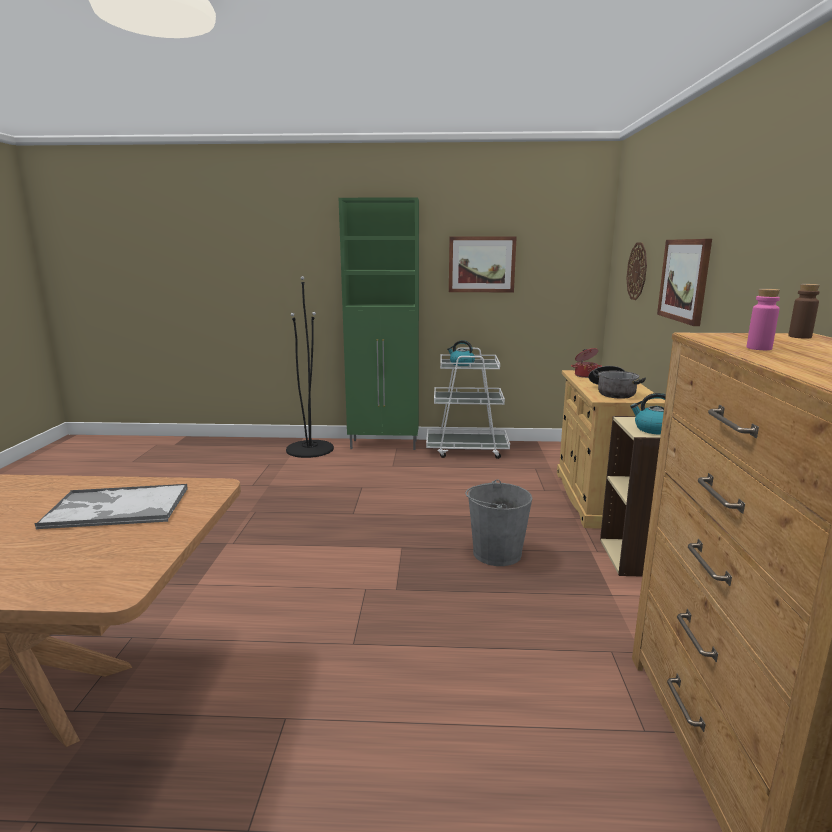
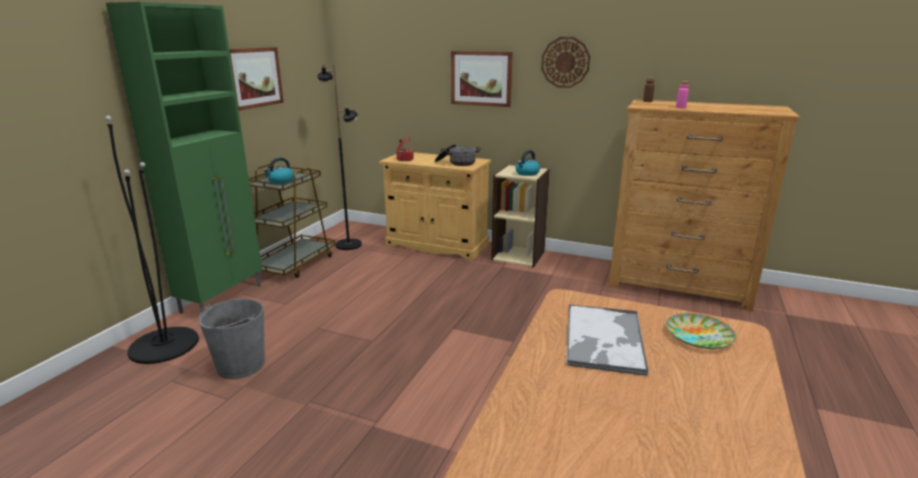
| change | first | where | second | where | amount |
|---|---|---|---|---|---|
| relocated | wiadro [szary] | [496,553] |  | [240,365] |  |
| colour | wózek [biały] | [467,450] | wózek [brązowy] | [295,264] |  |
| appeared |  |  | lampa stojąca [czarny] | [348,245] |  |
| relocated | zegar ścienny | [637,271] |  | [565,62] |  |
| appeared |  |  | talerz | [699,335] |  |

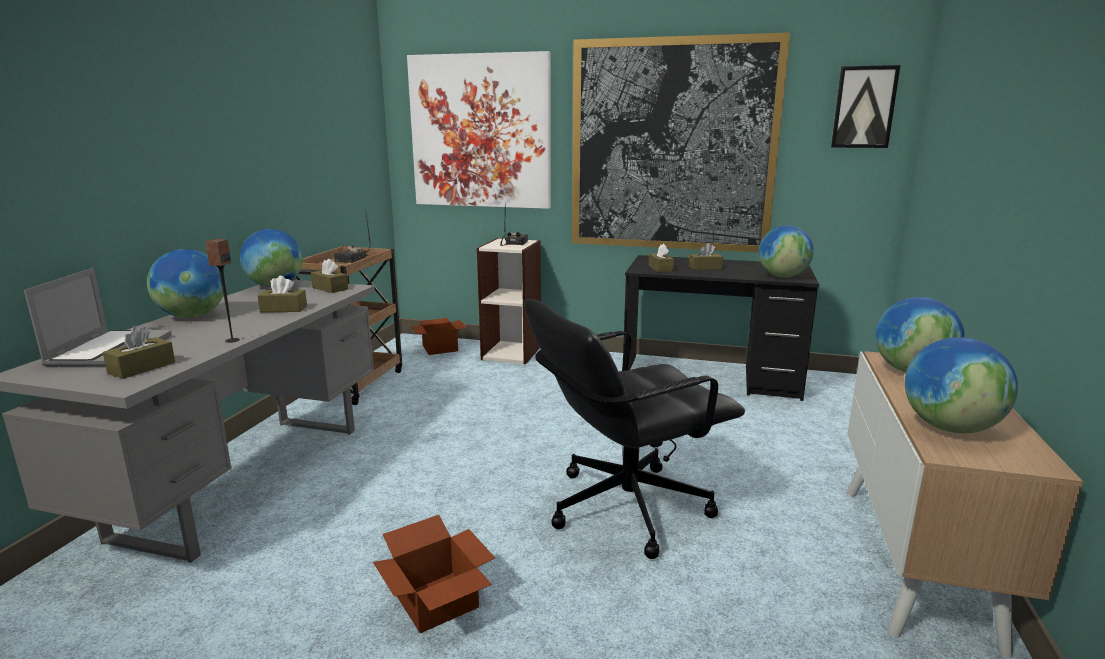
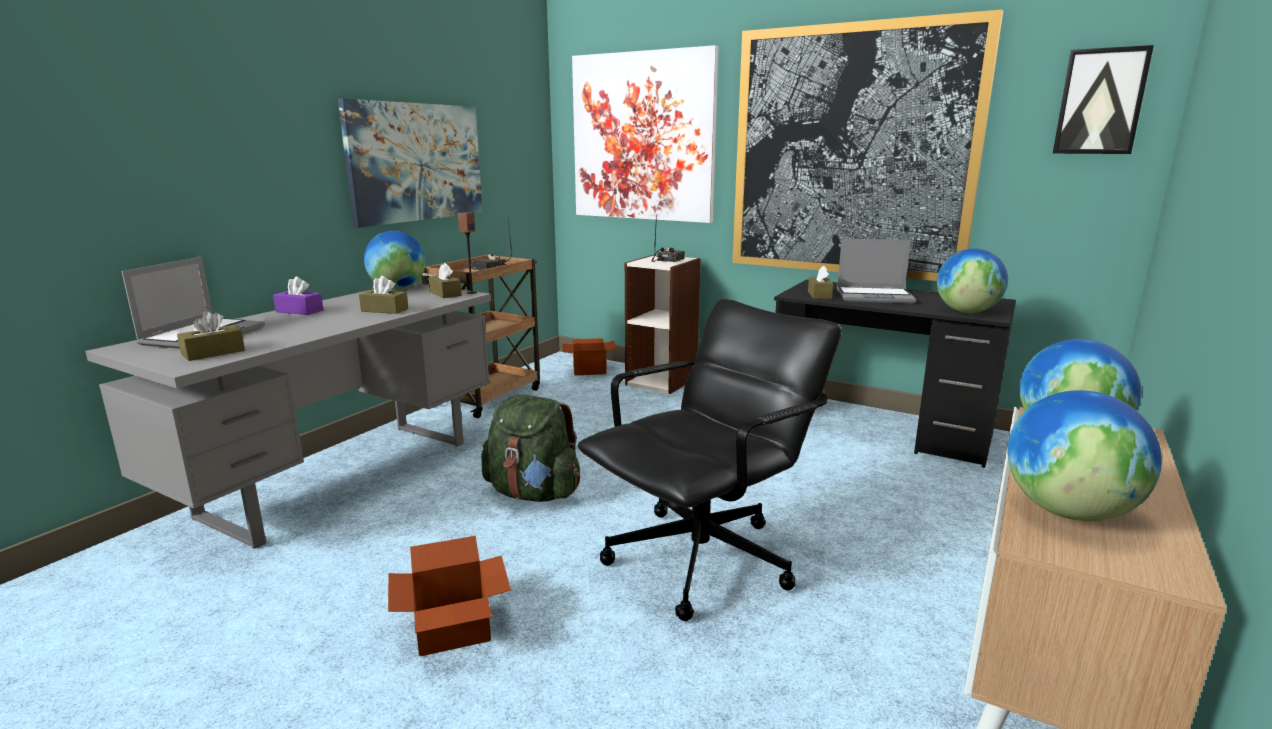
| change | first | where | second | where | amount |
|---|---|---|---|---|---|
| exchanged | globus | [192,316] | pudełko chusteczek [fioletowy] | [299,311] |  |
| appeared |  |  | obraz | [416,162] |  |
| relocated | głośnik | [232,340] |  | [471,292] |  |
| appeared |  |  | plecak [zielony] | [533,493] |  |
| spun | krzesło biurowe [czarny] | [625,506] |  | [703,560] | 150 degrees clockwise |
| exchanged | pudełko chusteczek [brązowy] | [705,268] | laptop | [875,297] |  |

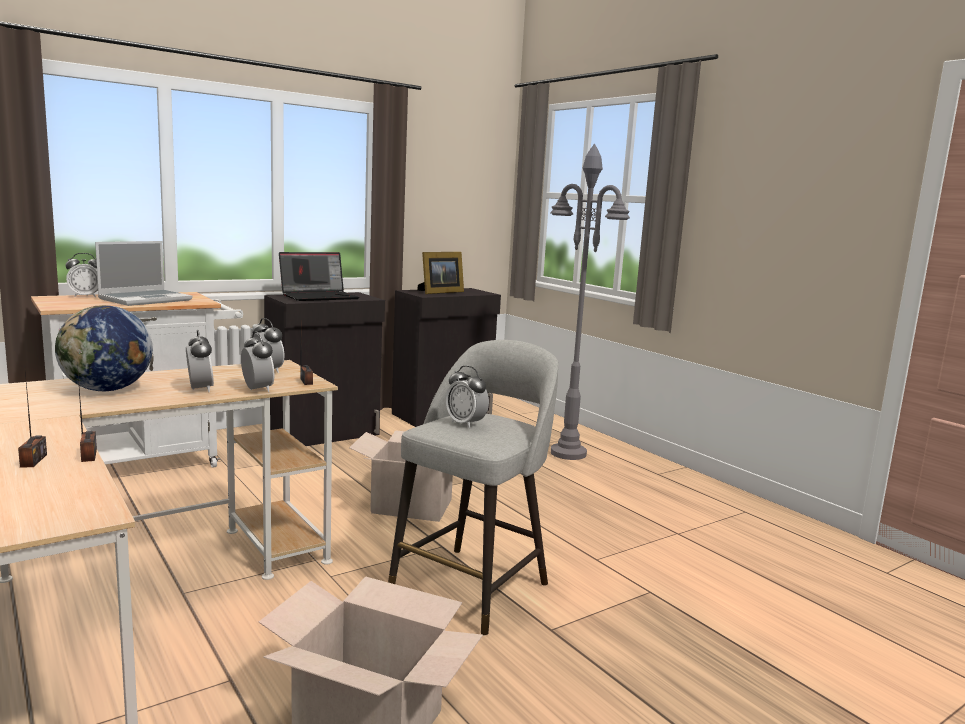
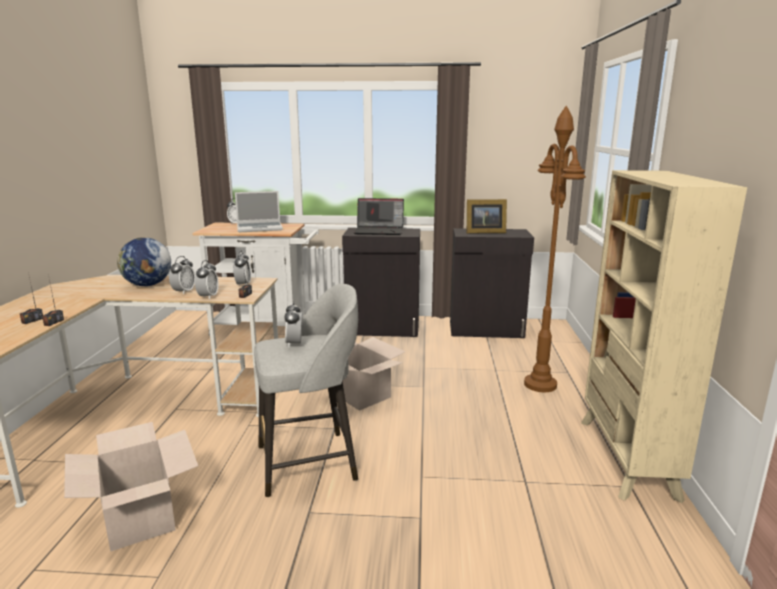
| change | first | where | second | where | amount |
|---|---|---|---|---|---|
| colour | lampa stojąca [szary] | [569,453] | lampa stojąca [brązowy] | [540,385] |  |
| appeared |  |  | regał [beżowy] | [626,458] |  |

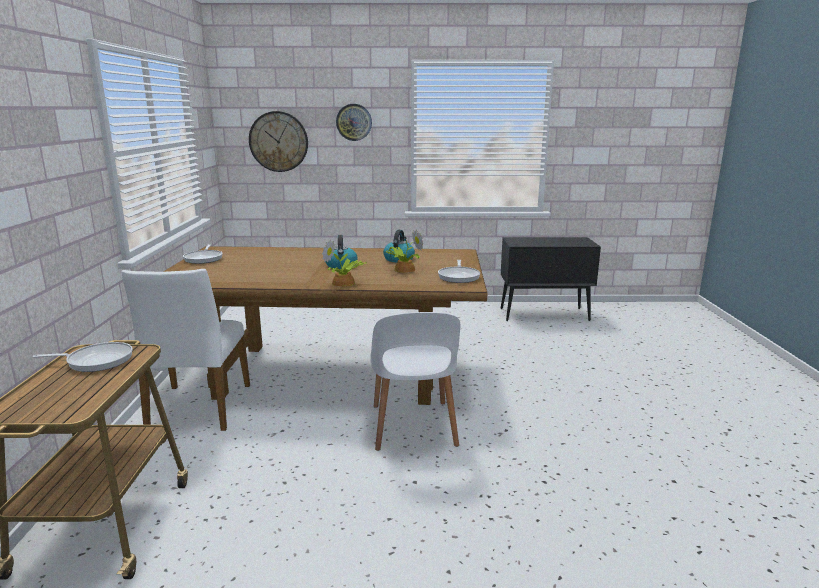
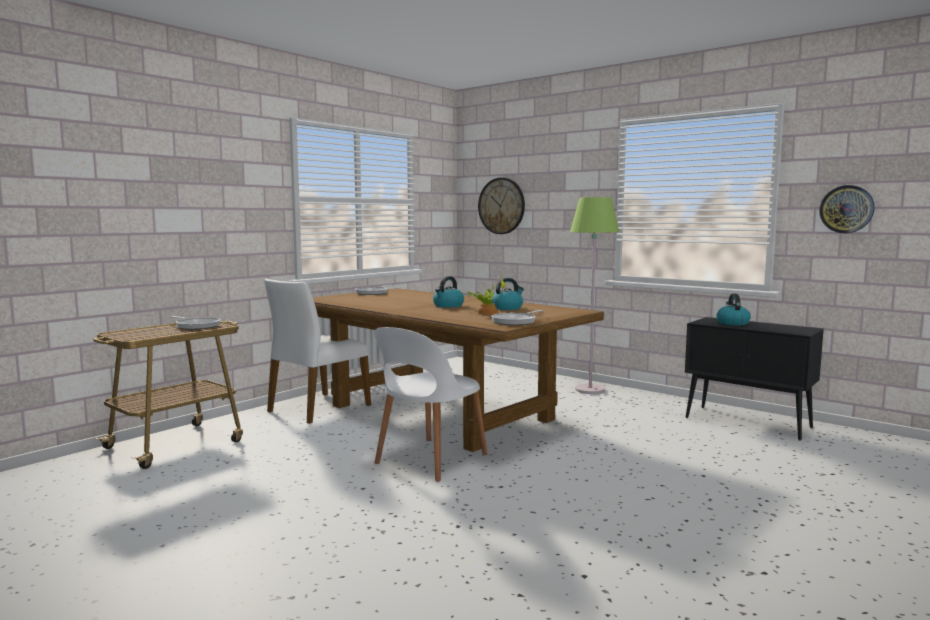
| change | first | where | second | where | amount |
|---|---|---|---|---|---|
| appeared |  |  | lampa stojąca [zielony] | [589,390] |  |
| appeared |  |  | czajnik | [732,323] |  |
| relocated | zegar ścienny | [354,122] |  | [846,209] |  |
| missing | roślina doniczkowa | [344,283] |  |  |  |

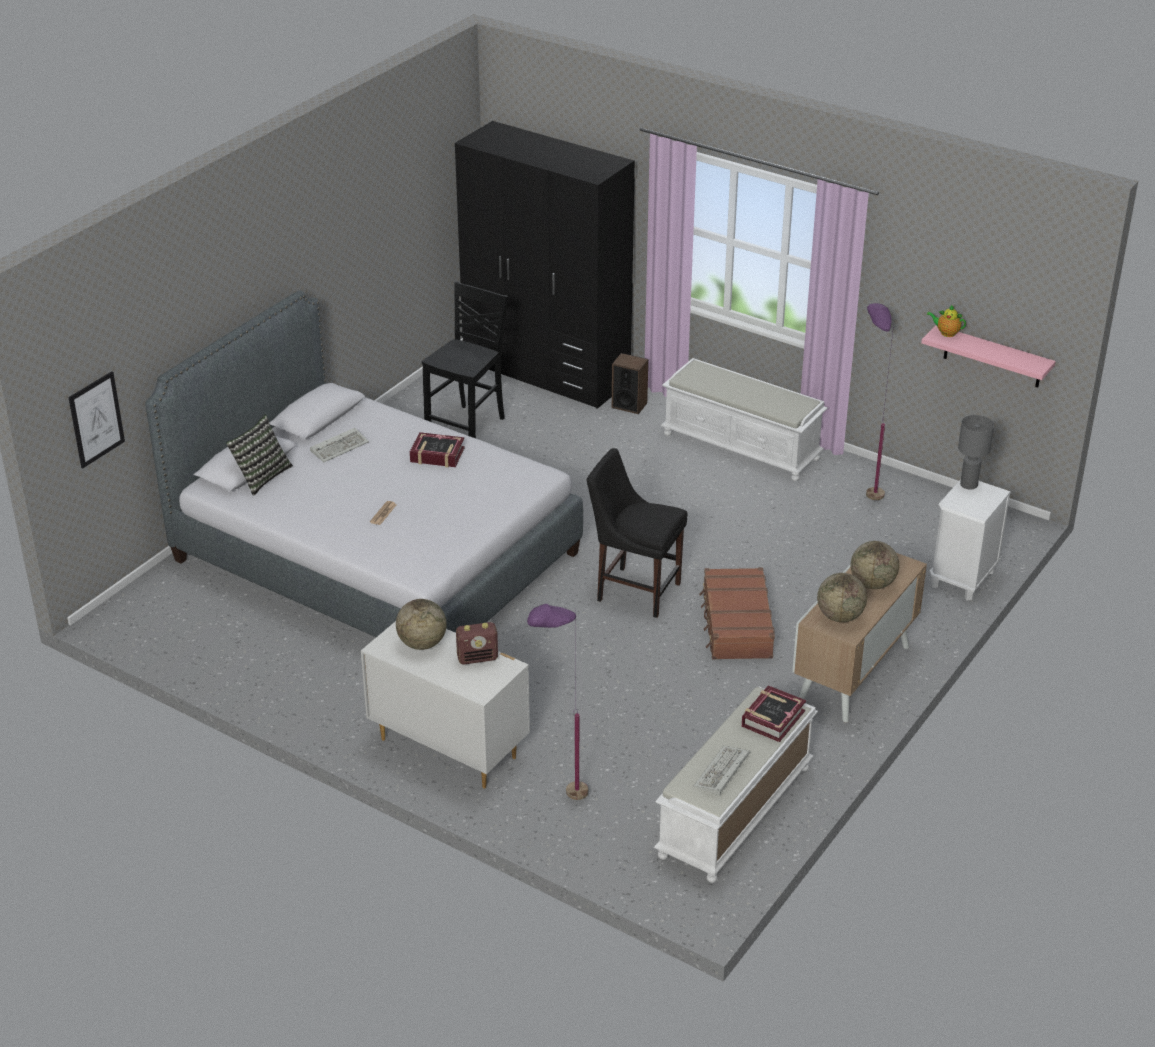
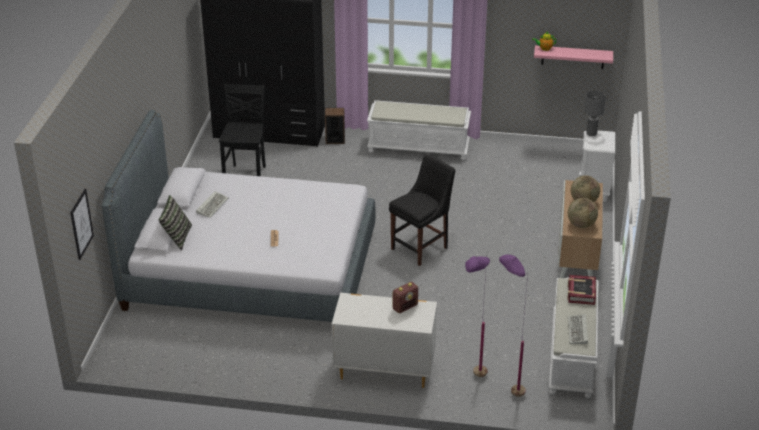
| change | first | where | second | where | amount |
|---|---|---|---|---|---|
| spun | krzesło [czarny] | [635,590] |  | [421,247] | 135 degrees clockwise |
| relocated | lampa stojąca [fioletowy] | [866,491] |  | [507,389] |  |
| missing | globus | [422,643] |  |  |  |
| missing | książka | [437,455] |  |  |  |
| missing | walizka [brązowy] | [736,624] |  |  |  |

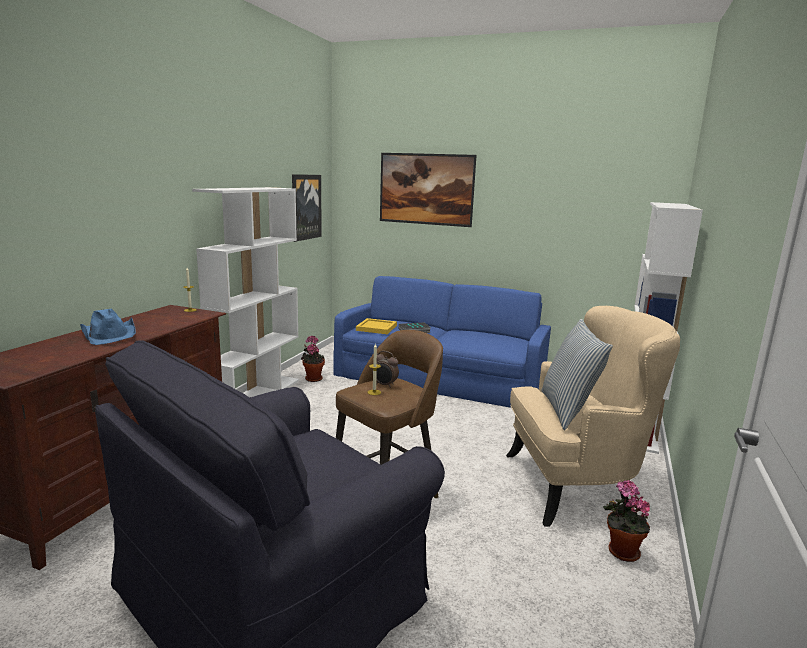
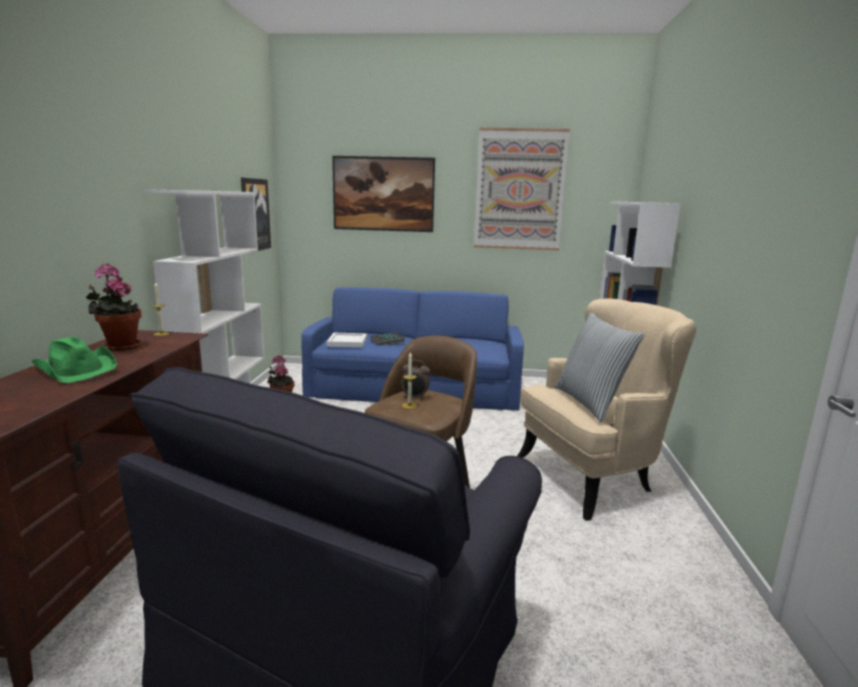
| change | first | where | second | where | amount |
|---|---|---|---|---|---|
| colour | kapelusz [niebieski] | [110,334] | kapelusz [zielony] | [77,369] |  |
| relocated | roślina doniczkowa | [620,551] |  | [120,346] |  |
| colour | taca [żółty] | [377,328] | taca [biały] | [347,342] |  |
| appeared |  |  | obraz | [519,190] |  |

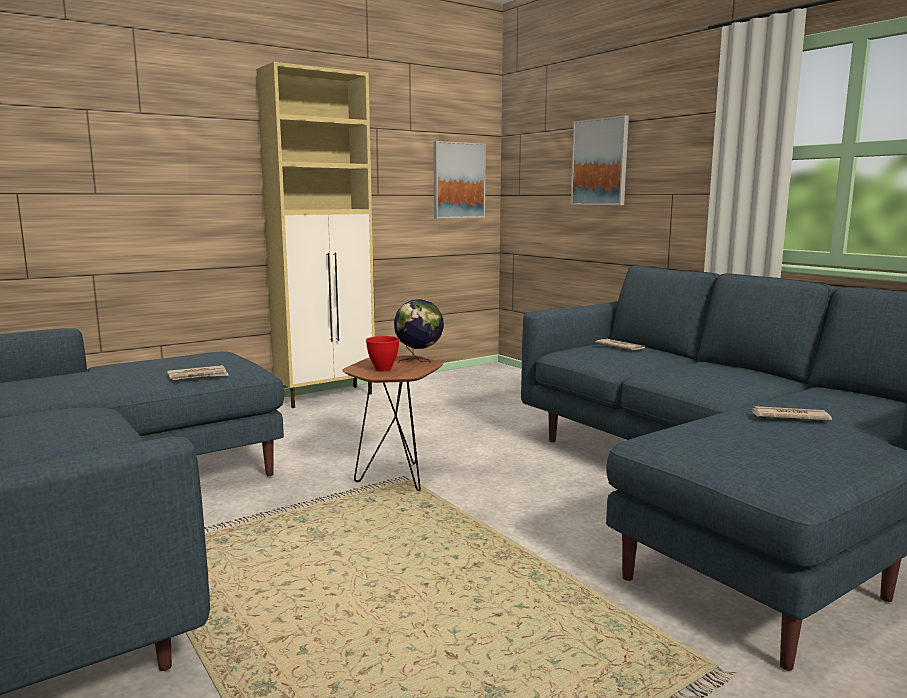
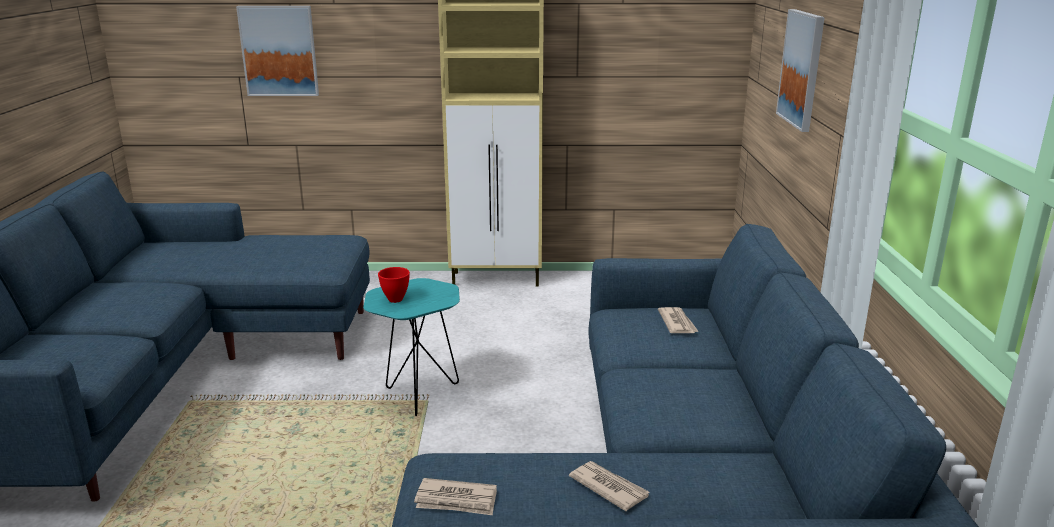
| change | first | where | second | where | amount |
|---|---|---|---|---|---|
| relocated | obraz | [458,180] |  | [279,51] |  |
| colour | stolik [brązowy] | [395,480] | stolik [turkusowy] | [417,396] |  |
| relocated | gazeta | [198,376] |  | [456,500] |  |
| missing | globus | [419,361] |  |  |  |

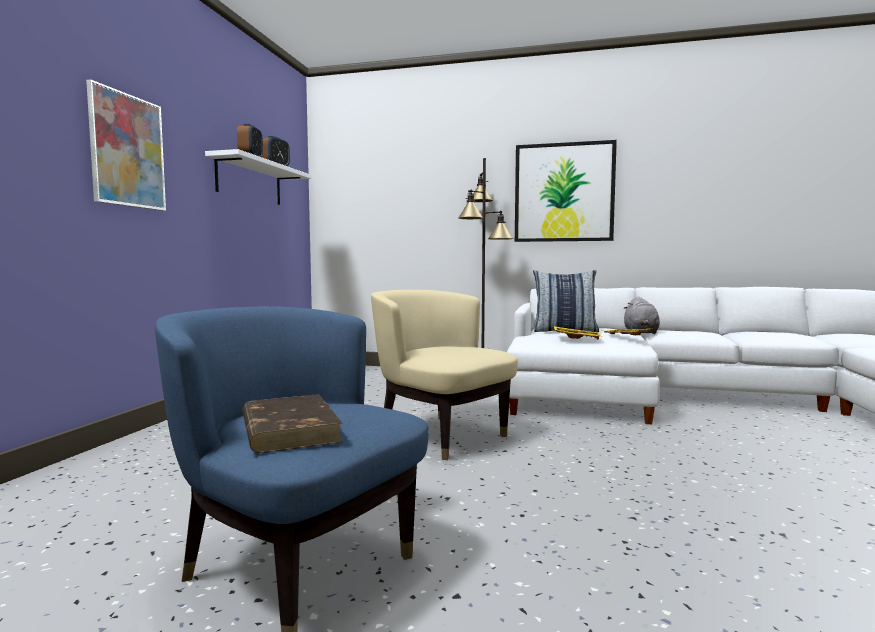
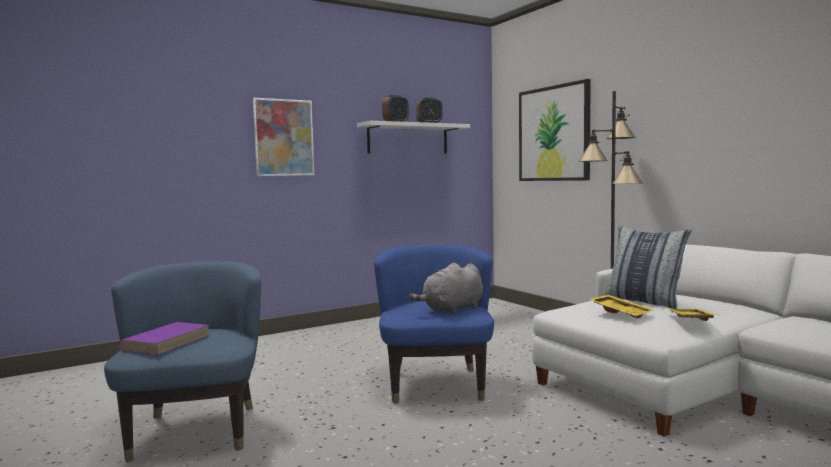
| change | first | where | second | where | amount |
|---|---|---|---|---|---|
| colour | książka [brązowy] | [289,429] | książka [fioletowy] | [167,342] |  |
| colour | fotel [beżowy] | [440,435] | fotel [niebieski] | [435,384] |  |
| relocated | pluszak [szary] | [640,333] |  | [452,309] |  |
| relocated | obraz | [564,192] |  | [553,133] |  |

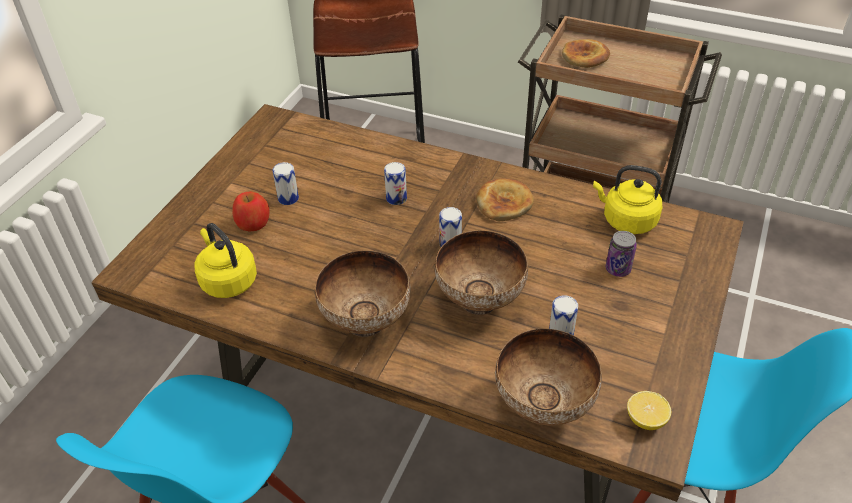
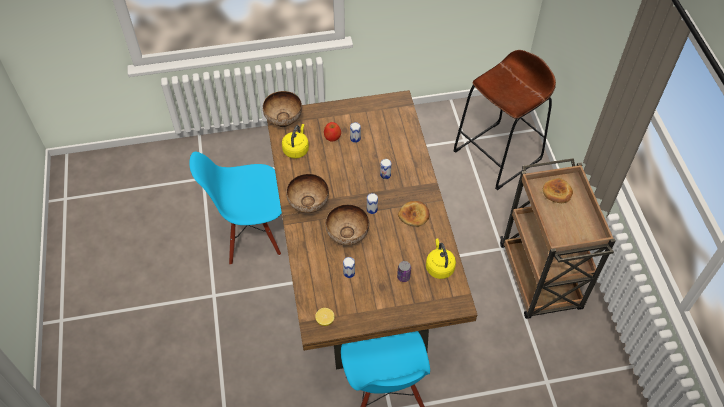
| change | first | where | second | where | amount |
|---|---|---|---|---|---|
| relocated | miska | [544,406] |  | [284,121] |  |

